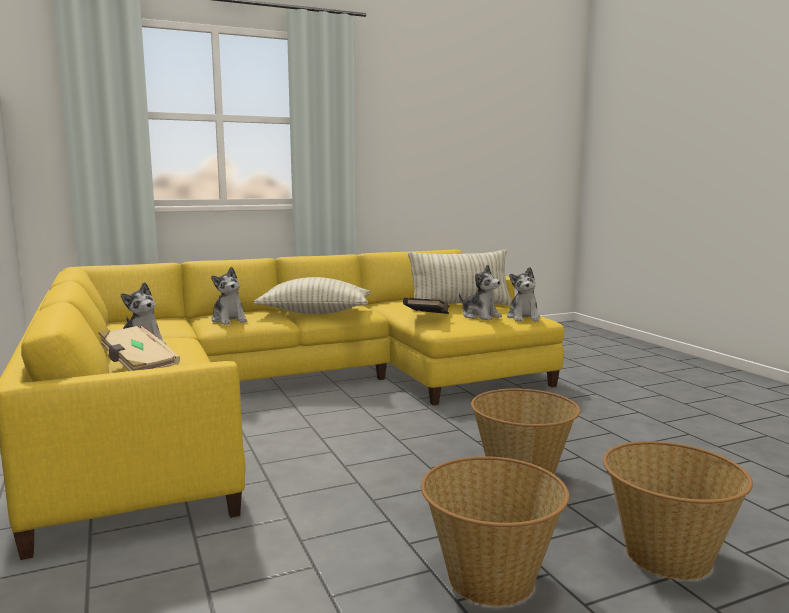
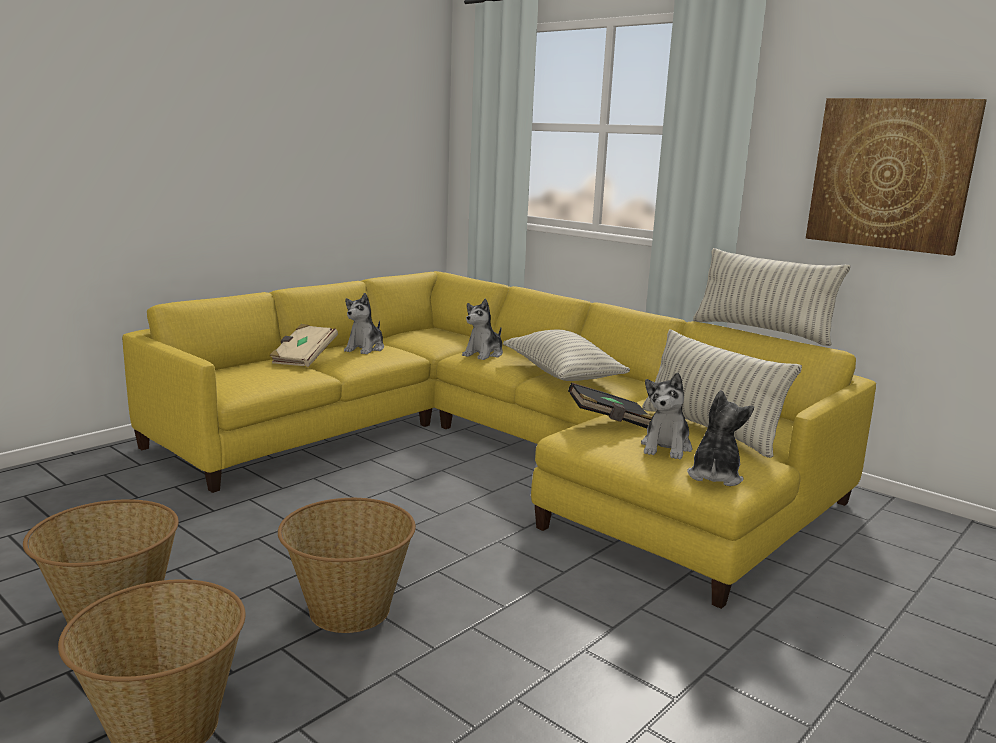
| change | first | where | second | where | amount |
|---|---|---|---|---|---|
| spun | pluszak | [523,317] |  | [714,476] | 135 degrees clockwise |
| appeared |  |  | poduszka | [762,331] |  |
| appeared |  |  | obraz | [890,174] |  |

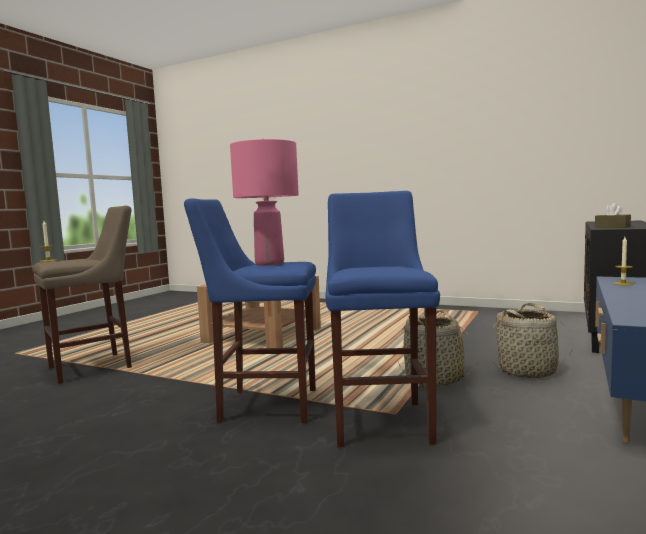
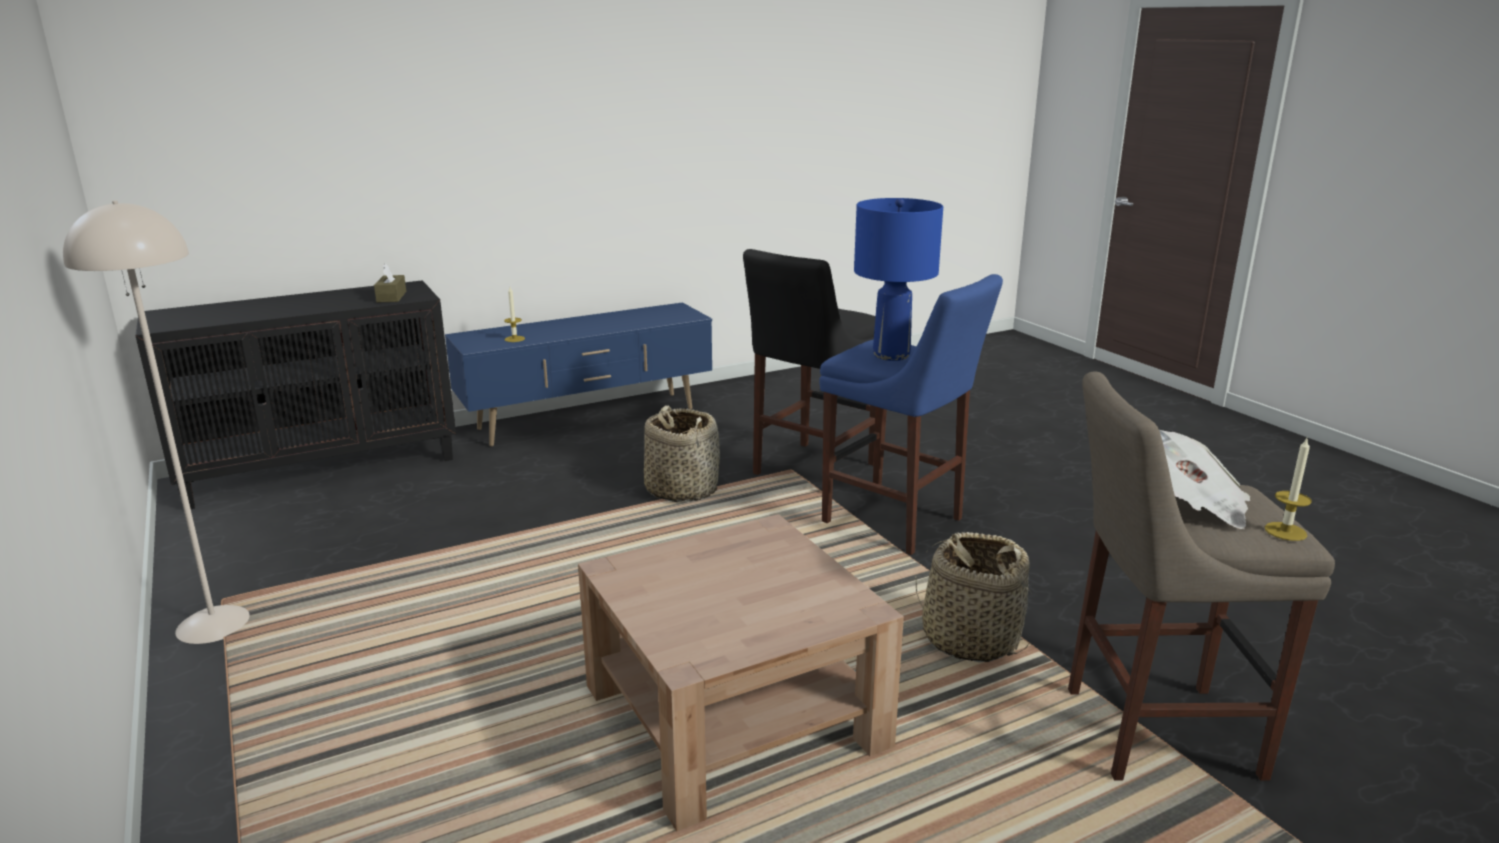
| change | first | where | second | where | amount |
|---|---|---|---|---|---|
| appeared |  |  | lampa stojąca [beżowy] | [213,623] |  |
| colour | stołek [niebieski] | [381,420] | stołek [czarny] | [810,470] |  |
| colour | lampa stołowa [różowy] | [270,264] | lampa stołowa [niebieski] | [890,355] |  |
| relocated | koszyk | [528,371] |  | [970,639] |  |
| appeared |  |  | gazeta | [1192,505] |  |

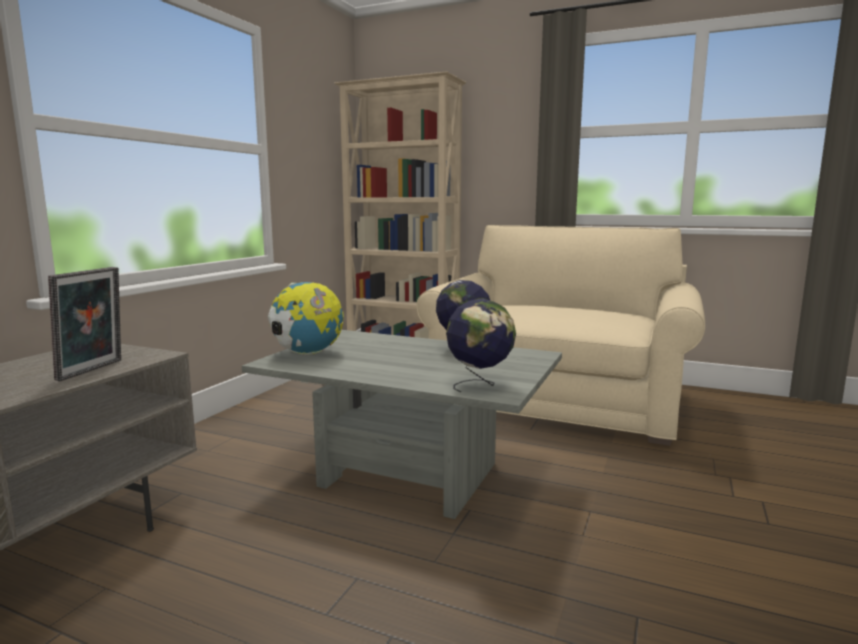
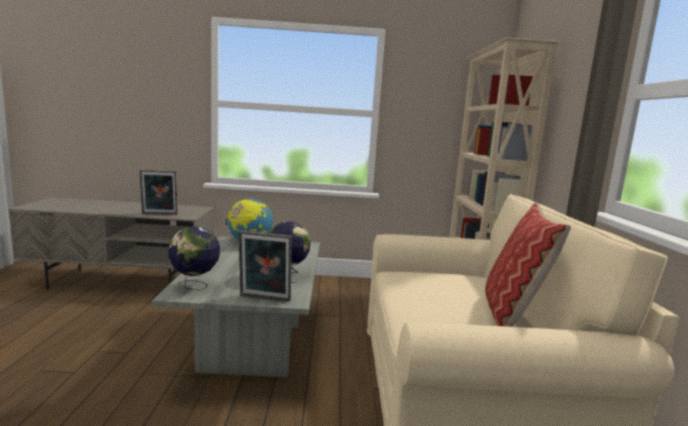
| change | first | where | second | where | amount |
|---|---|---|---|---|---|
| appeared |  |  | ramka na zdjęcie | [264,299] |  |
| appeared |  |  | poduszka | [512,314] |  |

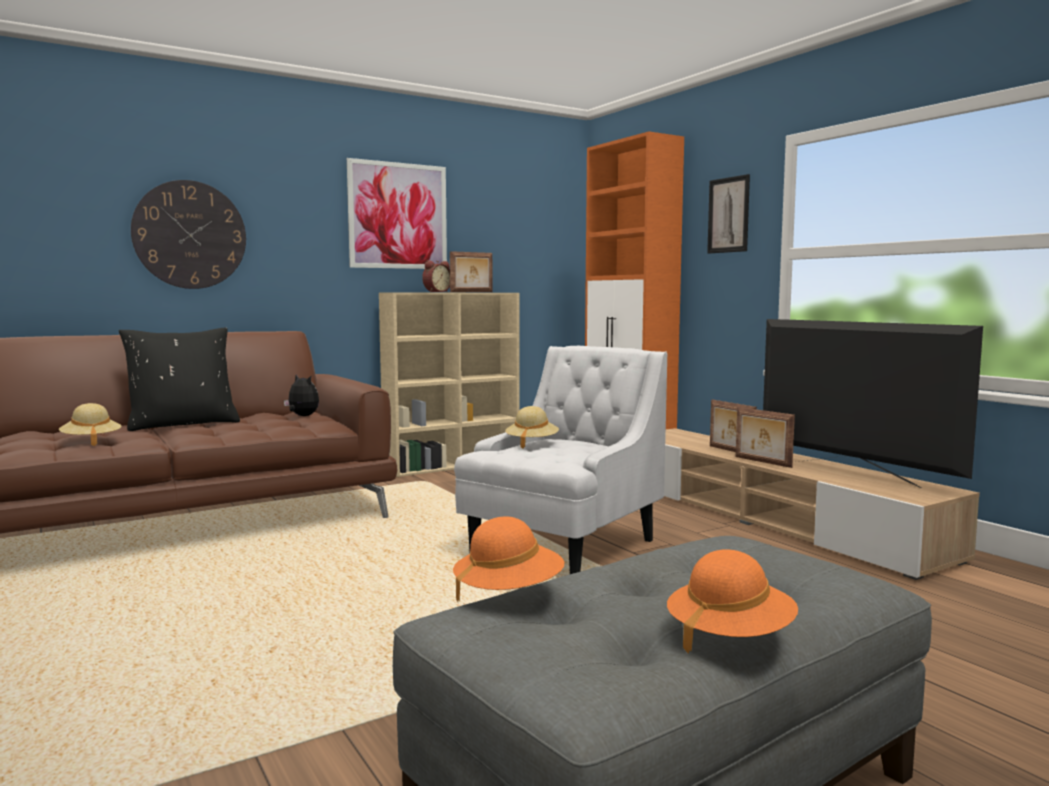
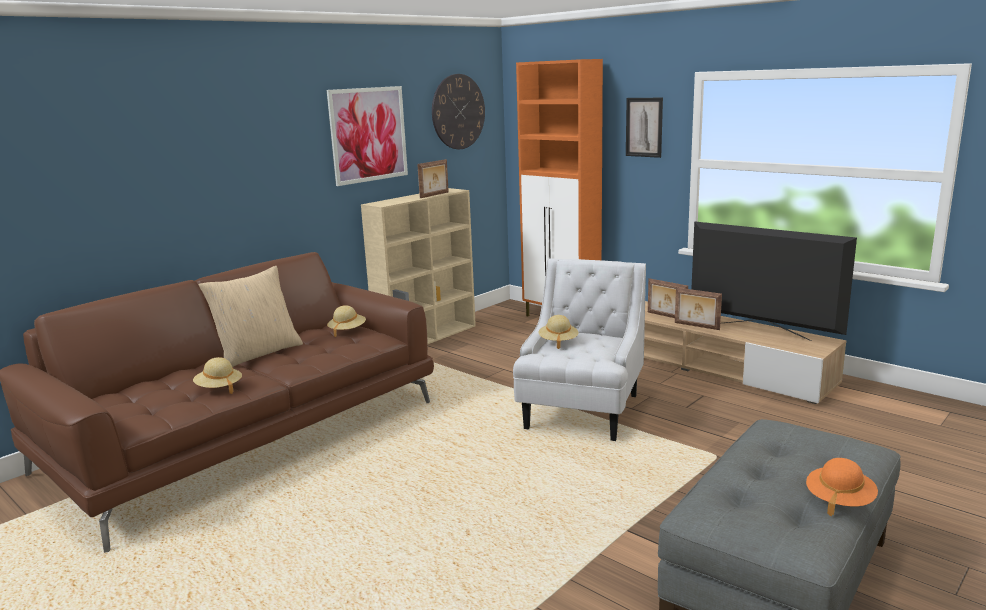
| change | first | where | second | where | amount |
|---|---|---|---|---|---|
| colour | poduszka [czarny] | [183,424] | poduszka [beżowy] | [258,353] |  |
| exchanged | pluszak | [302,416] | kapelusz [beżowy] | [347,331] |  |
| relocated | zegar ścienny | [190,235] |  | [458,112] |  |
| missing | budzik | [436,292] |  |  |  |
| missing | kapelusz [pomarańczowy] | [508,592] |  |  |  |

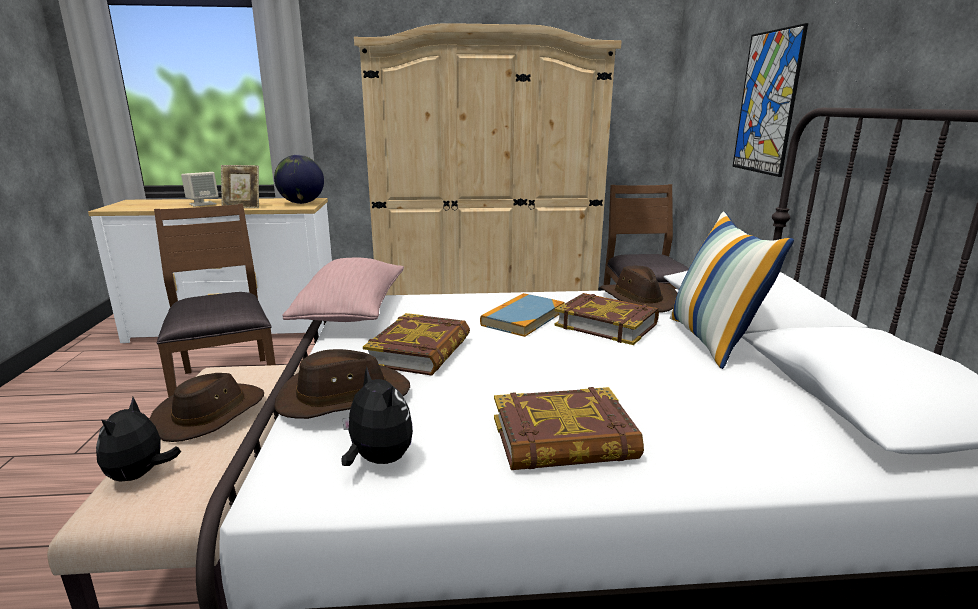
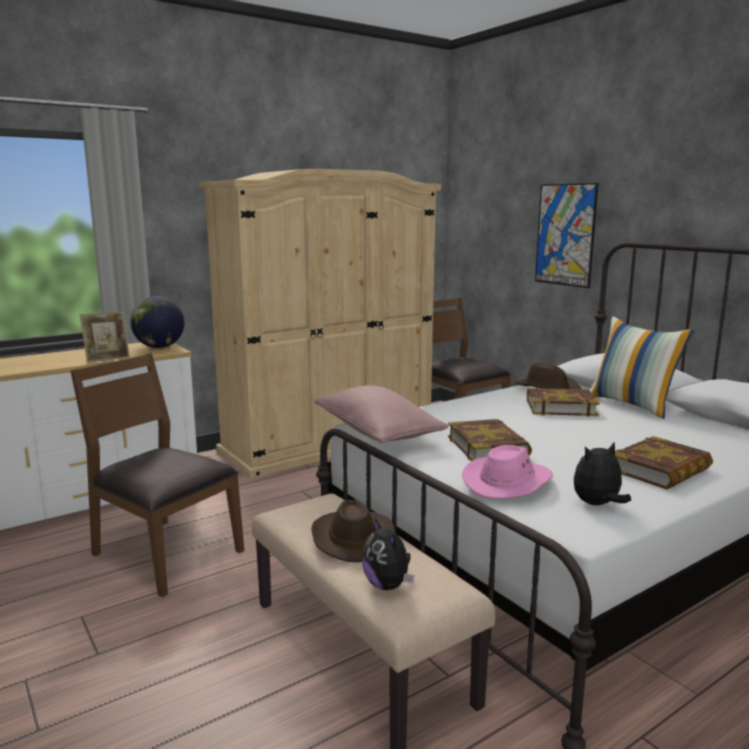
| change | first | where | second | where | amount |
|---|---|---|---|---|---|
| colour | kapelusz [brązowy] | [343,397] | kapelusz [różowy] | [508,481] |  |
| spun | pluszak | [378,460] |  | [597,504] | 45 degrees counterclockwise |
| missing | głośnik [beżowy] | [202,204] |  |  |  |
| missing | książka | [523,318] |  |  |  |

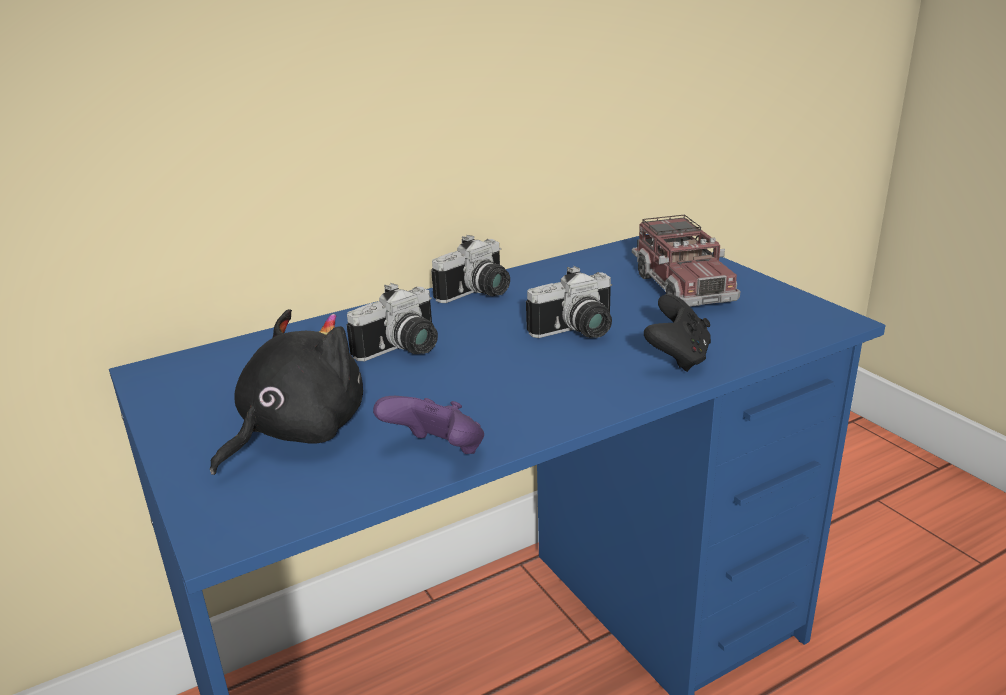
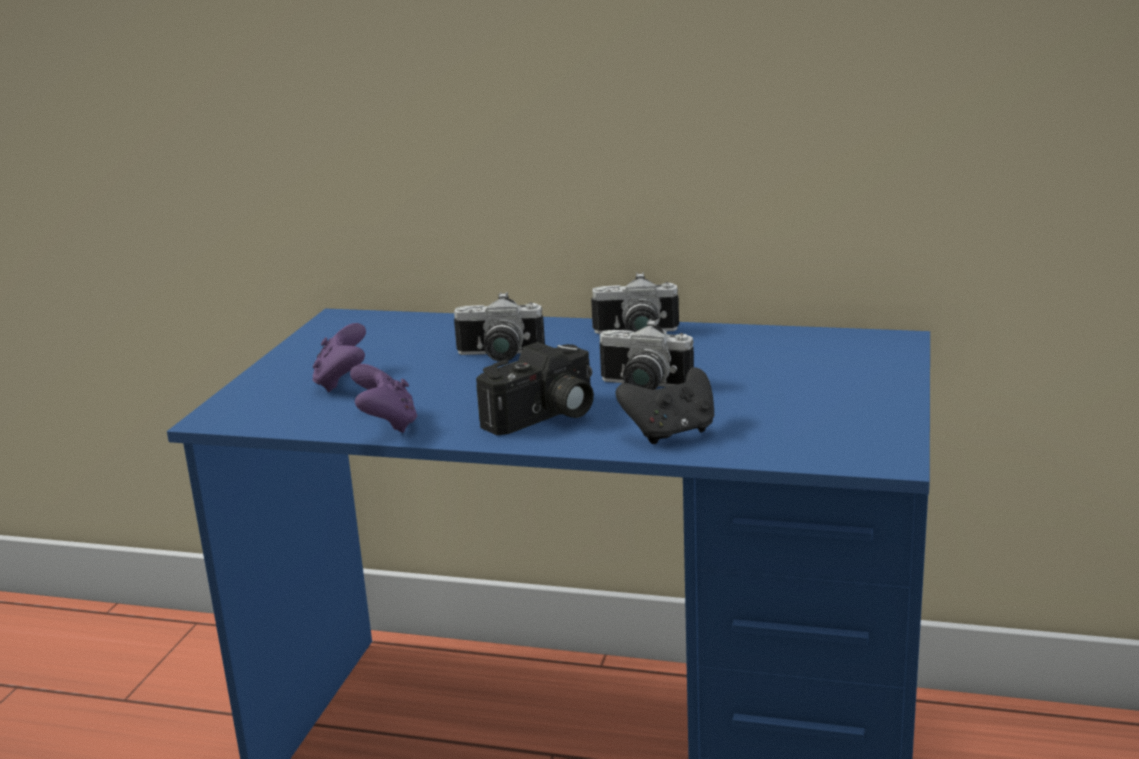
| change | first | where | second | where | amount |
|---|---|---|---|---|---|
| exchanged | pluszak [czarny] | [297,432] | pad do gier [fioletowy] | [342,382] |  |
| appeared |  |  | aparat fotograficzny | [545,417] |  |
| missing | ciężarówka zabawkowa | [682,286] |  |  |  |

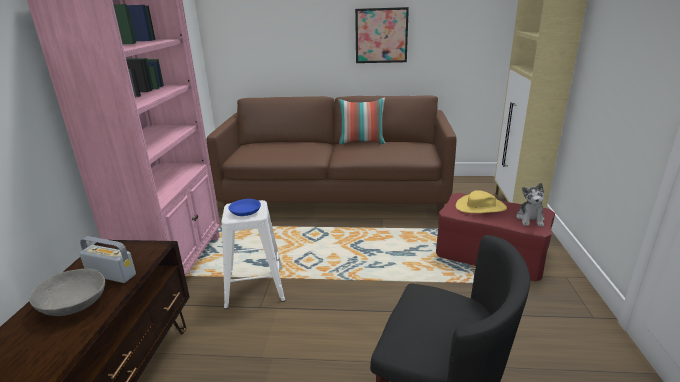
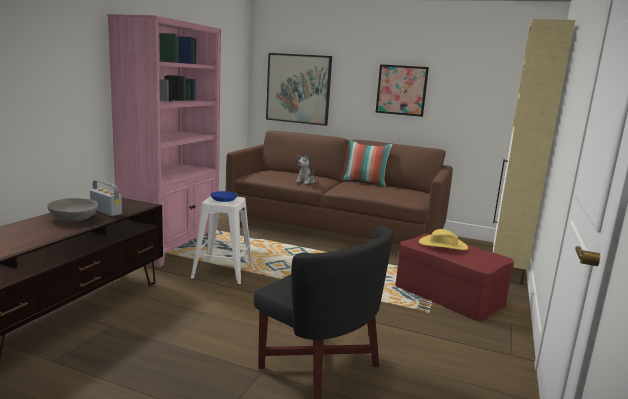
| change | first | where | second | where | amount |
|---|---|---|---|---|---|
| appeared |  |  | obraz | [298,89] |  |
| relocated | pluszak | [530,219] |  | [306,182] |  |

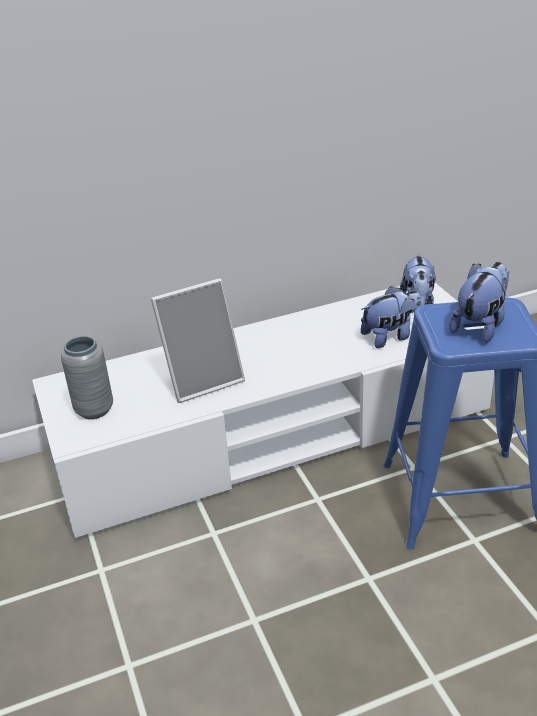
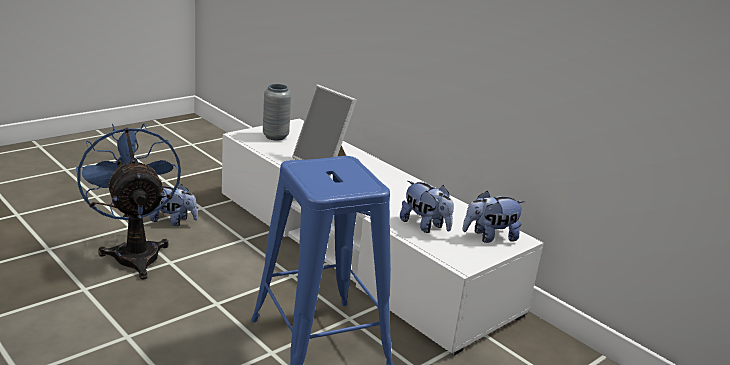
| change | first | where | second | where | amount |
|---|---|---|---|---|---|
| appeared |  |  | wentylator [niebieski] | [135,252] |  |
| relocated | pluszak | [480,325] |  | [173,221] |  |

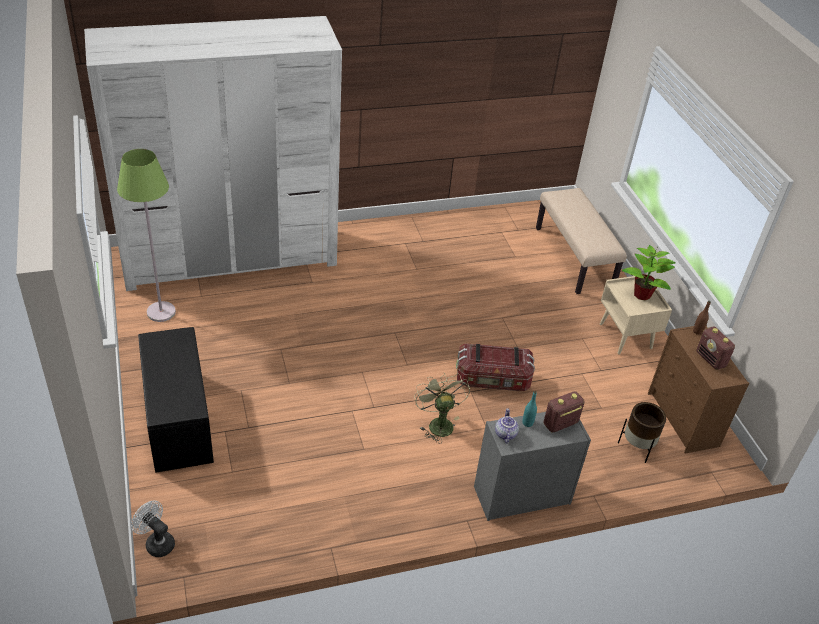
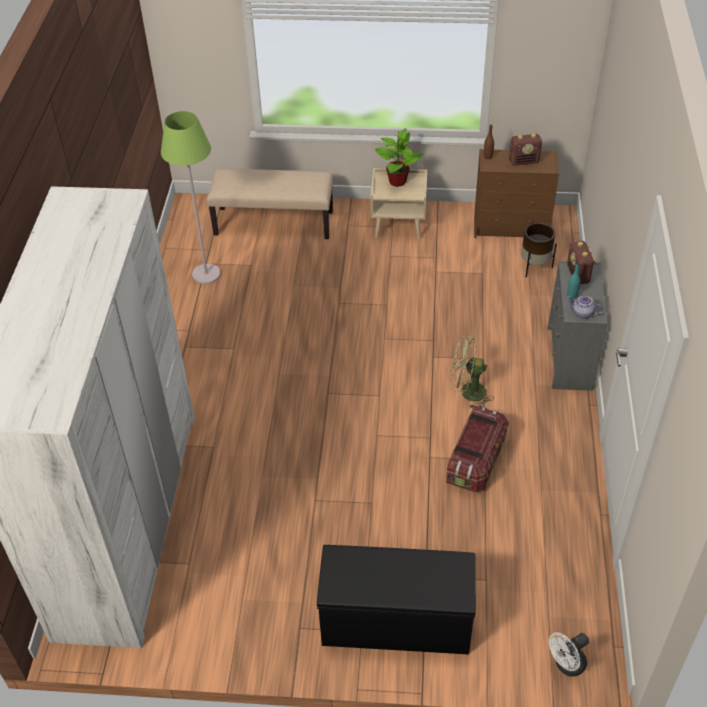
| change | first | where | second | where | amount |
|---|---|---|---|---|---|
| relocated | lampa stojąca [zielony] | [161,312] |  | [206,274] |  |
| relocated | pojemnik do przechowywania | [492,380] |  | [476,460] |  |

